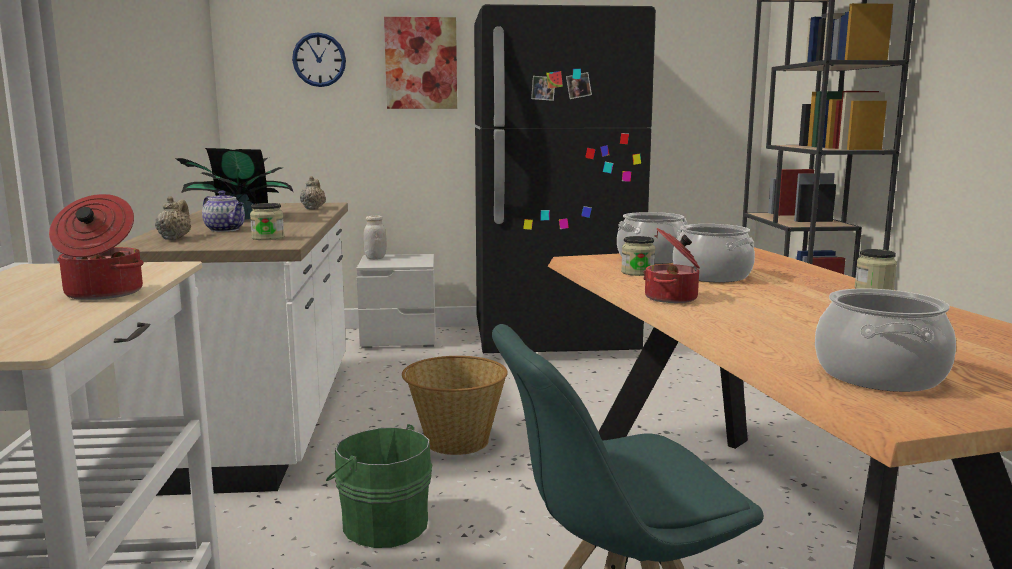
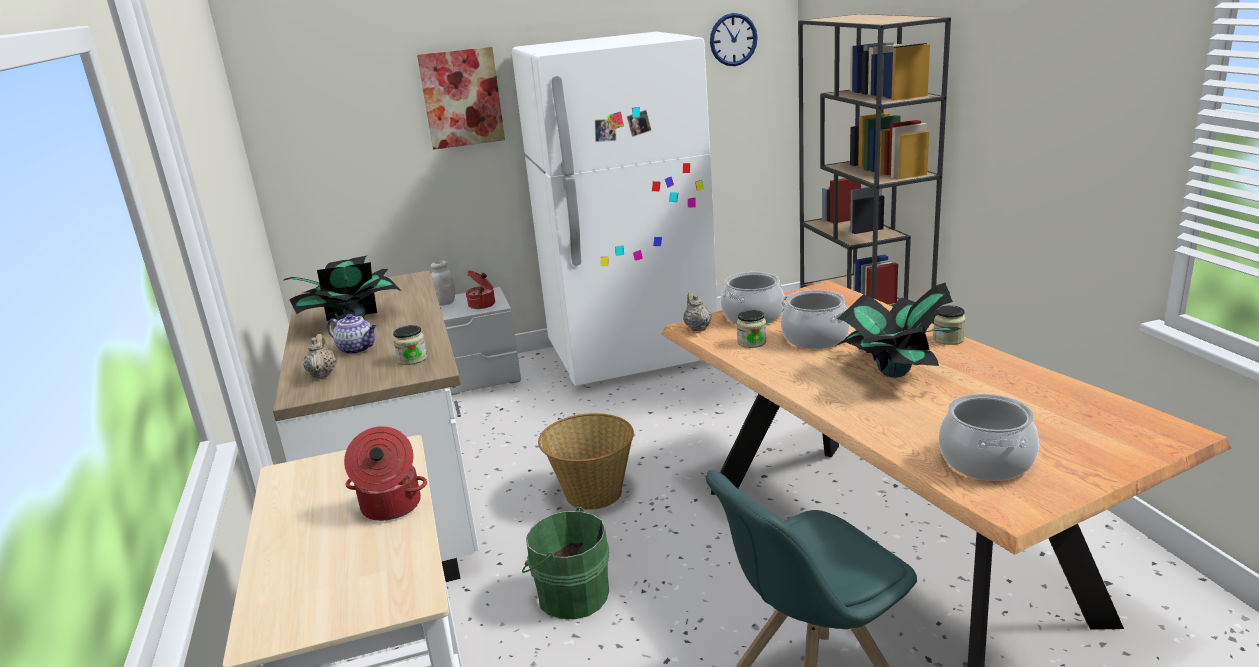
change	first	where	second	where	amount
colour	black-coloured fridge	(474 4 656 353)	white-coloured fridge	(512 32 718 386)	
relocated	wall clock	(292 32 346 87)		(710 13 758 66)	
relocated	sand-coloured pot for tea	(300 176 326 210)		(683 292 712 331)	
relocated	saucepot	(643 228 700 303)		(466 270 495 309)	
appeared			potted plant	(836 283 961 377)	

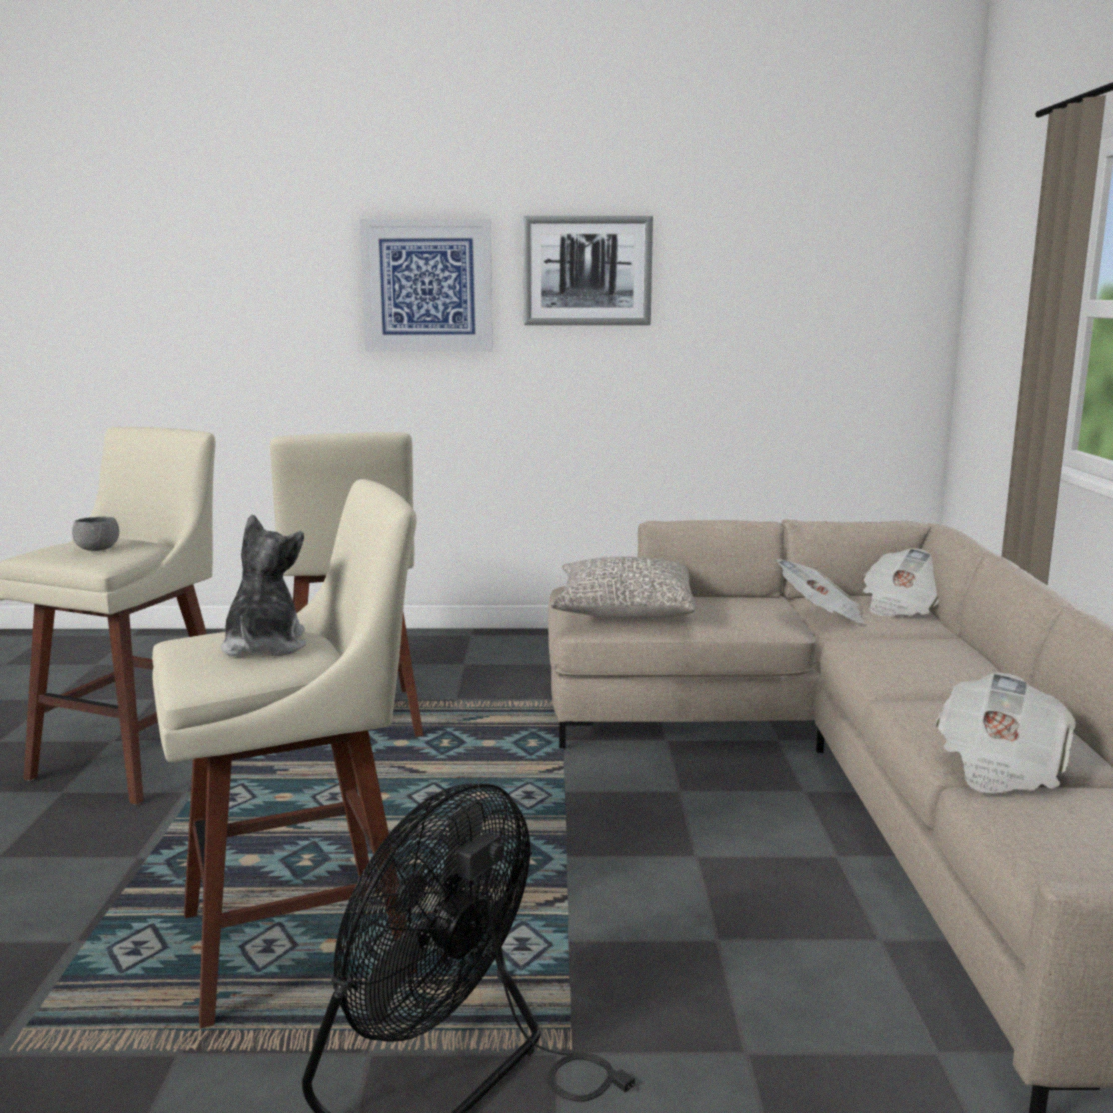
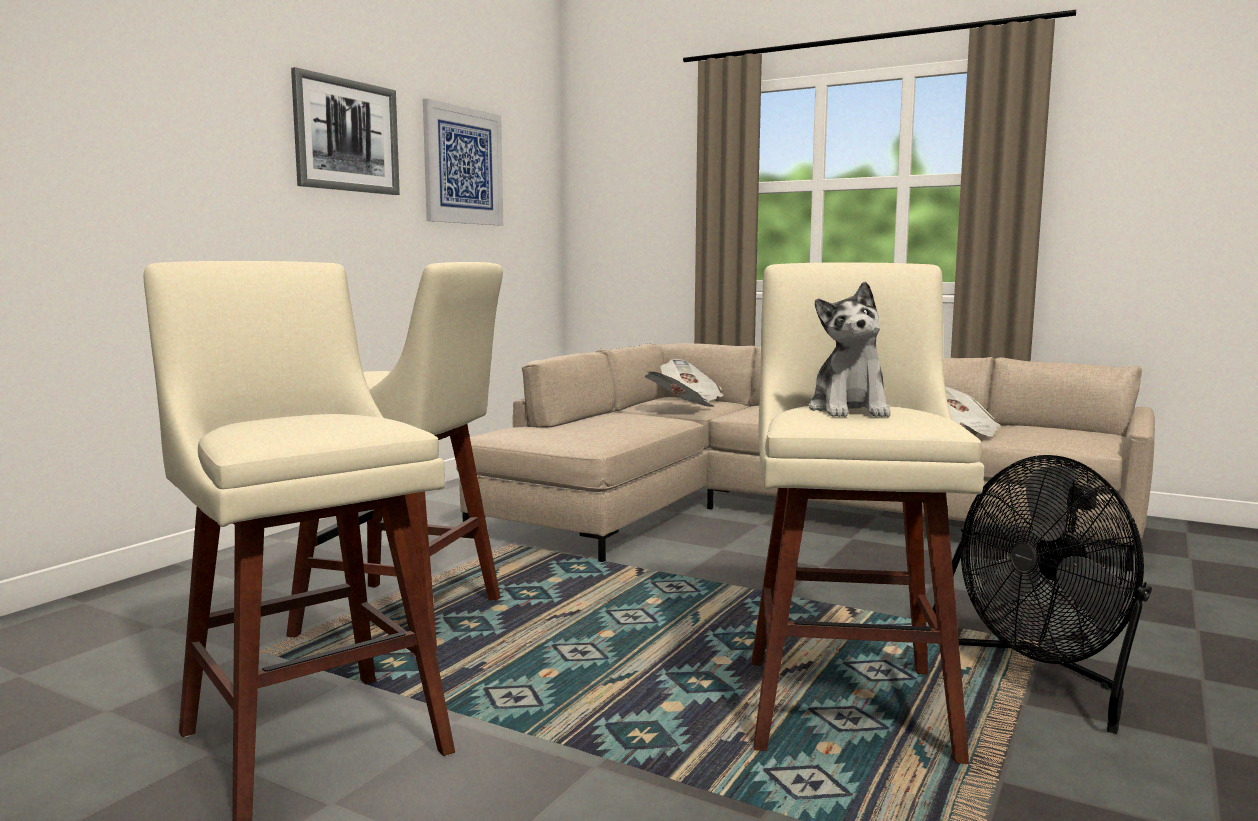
change	first	where	second	where	amount
relocated	picture	(359 219 493 352)		(423 99 503 225)	
spun	plush toy	(221 514 306 656)		(809 281 891 417)	120 degrees counterclockwise
missing	greyish bowl	(72 516 119 551)			
missing	greyish throw pillow	(551 557 696 618)			

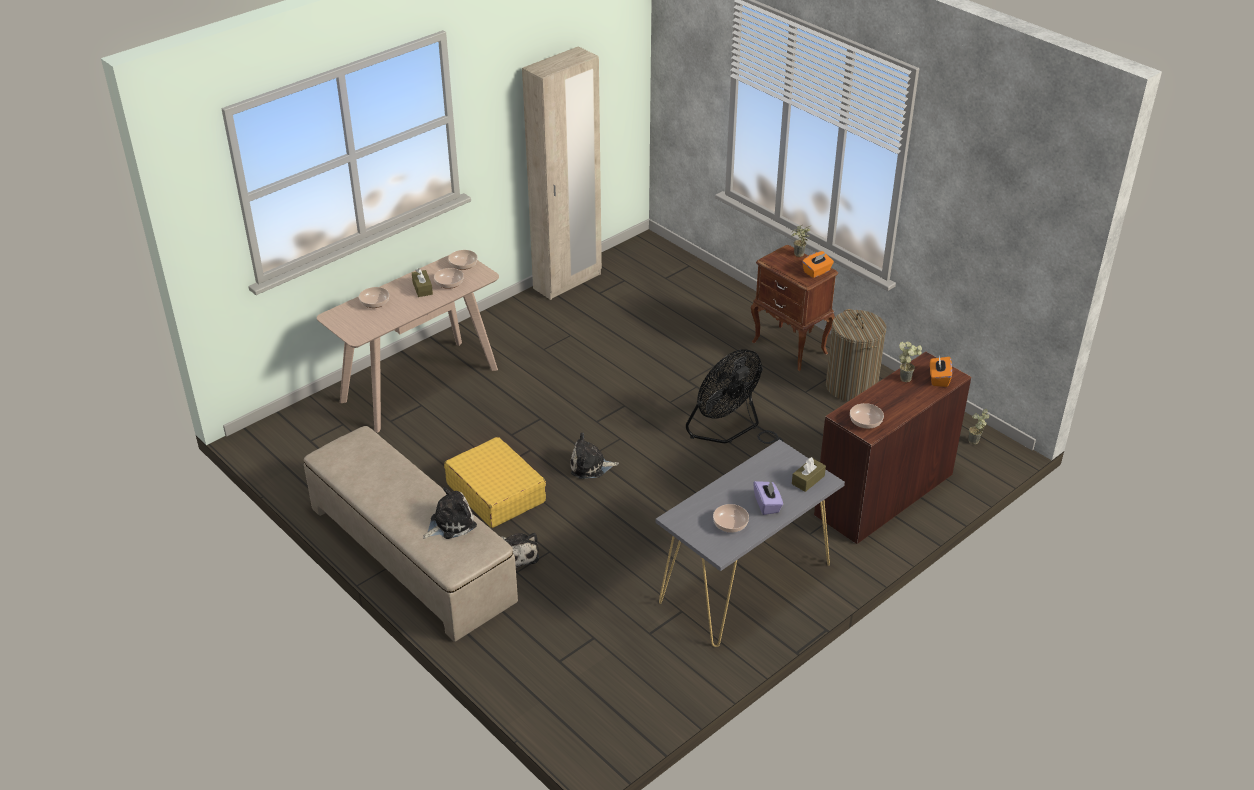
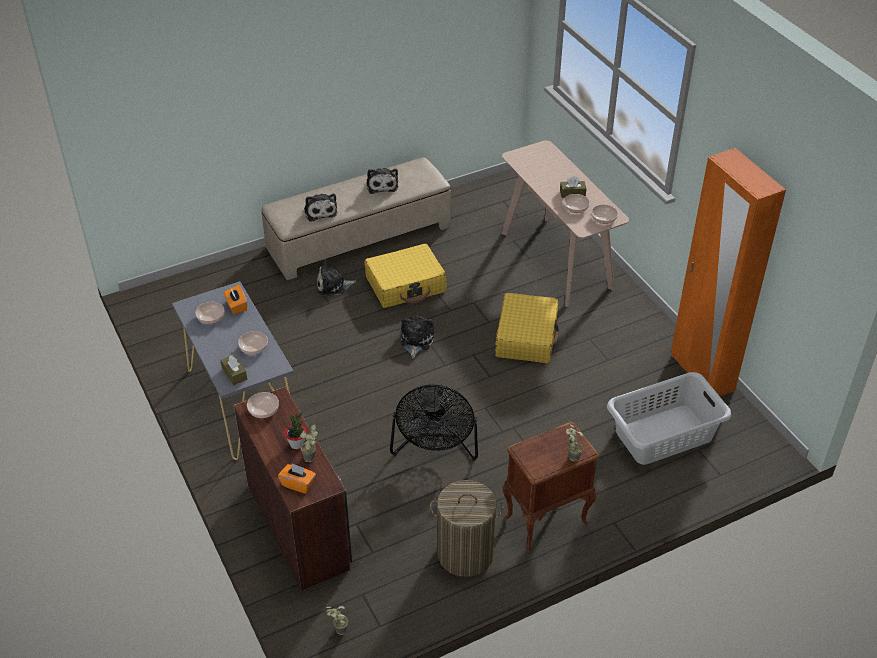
change	first	where	second	where	amount
colour	sand-coloured wardrobe	(522 46 602 300)	orangey wardrobe	(671 148 786 397)	
relocated	orangey tissue holder	(802 251 834 278)		(224 285 247 314)	
relocated	bowl	(359 287 389 308)		(238 331 268 354)	
spun	black-coloured cooling fan	(686 349 783 444)		(390 385 478 461)	120 degrees clockwise
missing	purplish tissue holder	(753 481 783 515)			
appeared			plush toy	(366 168 398 194)	
appeared			yellow piece of luggage	(495 293 559 363)	
appeared			greyish washing basket	(607 372 731 465)	
appeared			potted plant	(284 412 306 449)	

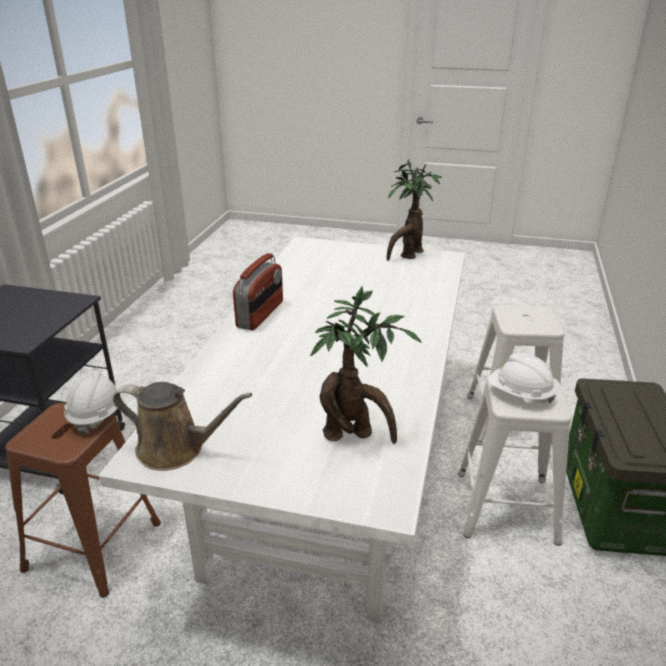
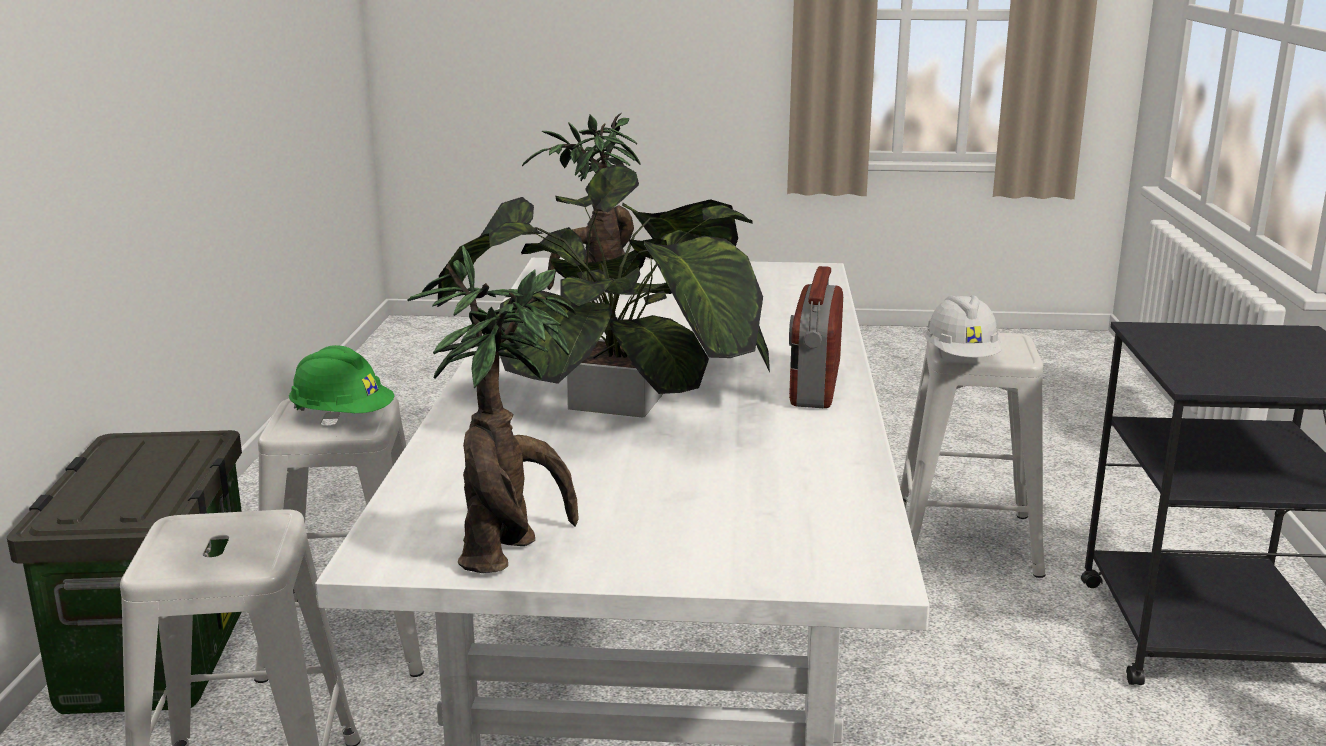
change	first	where	second	where	amount
colour	white-coloured safety helmet	(489 354 556 404)	green-coloured safety helmet	(289 345 395 413)	
missing	brownish watering pot	(113 382 252 471)			
colour	brownish stool	(5 403 161 598)	white-coloured stool	(900 333 1046 578)	
appeared			potted plant	(437 164 770 417)	

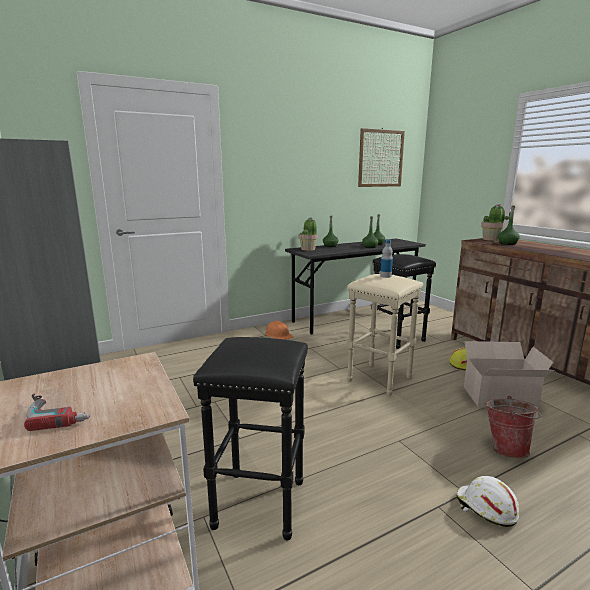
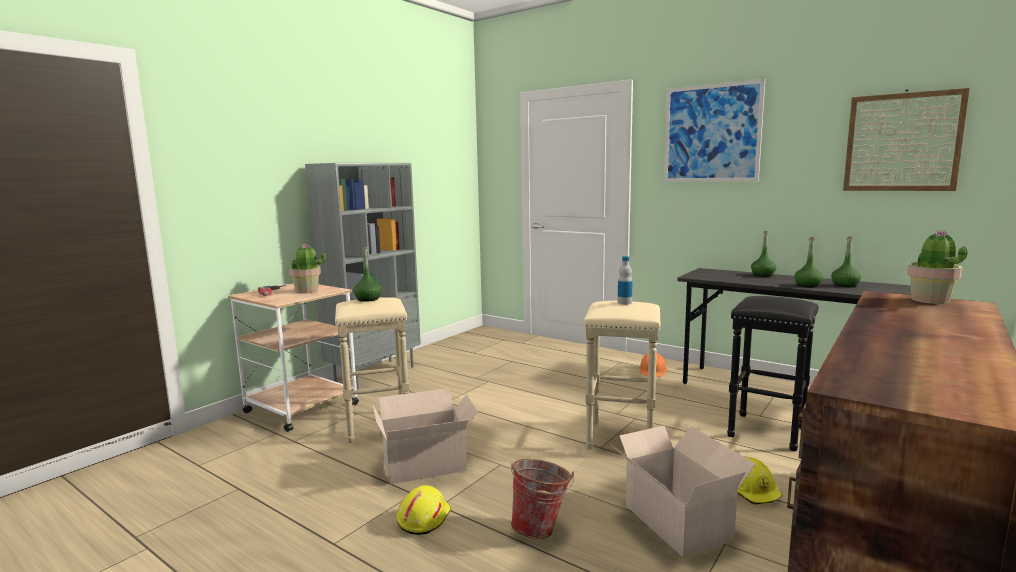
change	first	where	second	where	amount
relocated	green-coloured drink bottle	(498 206 520 245)		(353 247 382 302)	
relocated	potted plant	(299 218 318 251)		(289 243 326 294)	
colour	black-coloured stool	(193 337 308 540)	sand-coloured stool	(335 297 409 443)	
colour	white-coloured safety helmet	(456 476 519 527)	yellow safety helmet	(396 485 451 535)	
appeared			picture	(664 79 765 182)	
appeared			cardboard box	(372 388 478 484)	

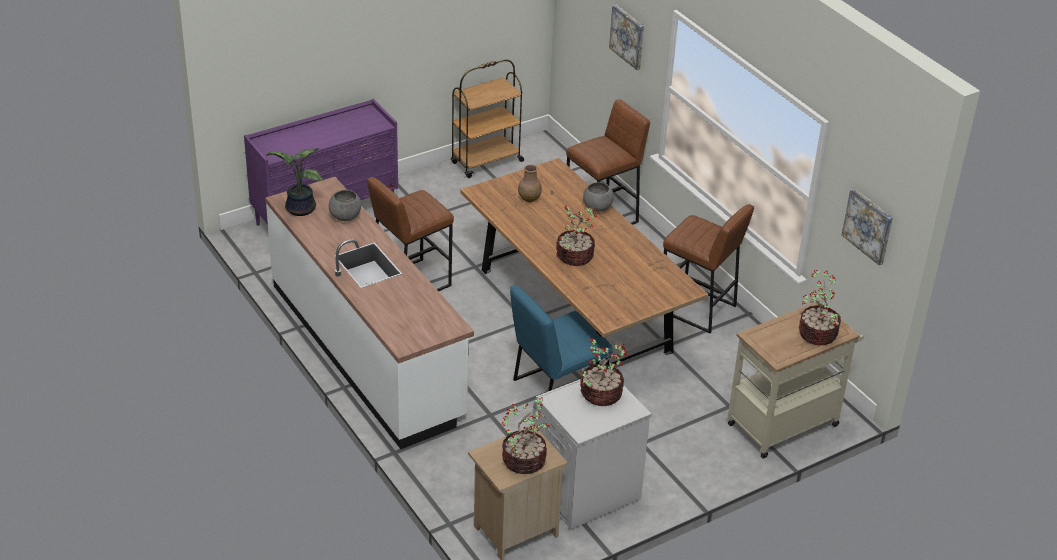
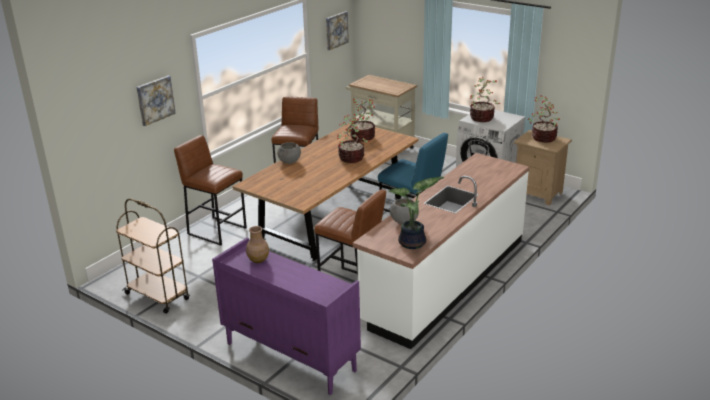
change	first	where	second	where	amount
relocated	brownish vase	(518 164 542 202)		(246 226 269 263)	
relocated	potted plant	(799 270 841 346)		(349 99 375 142)	

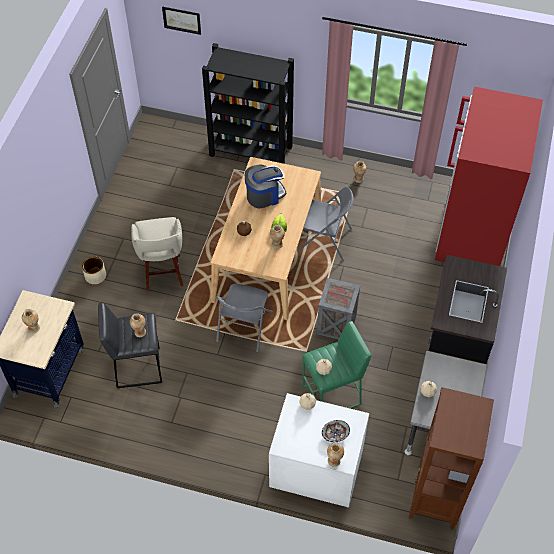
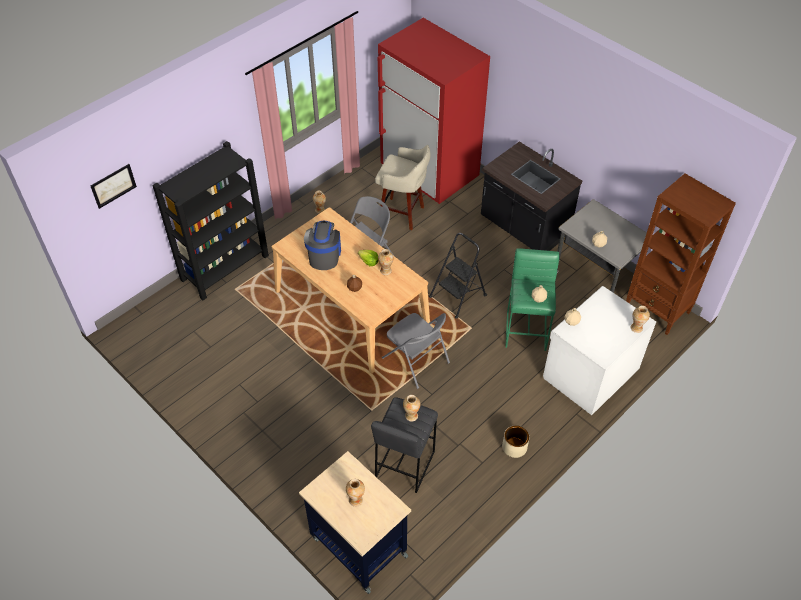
change	first	where	second	where	amount
relocated	sand-coloured stool	(131 217 183 291)		(375 145 430 231)	
relocated	sand-coloured planter	(82 256 106 284)		(502 425 529 458)	
exchanged	crate	(317 278 360 339)	black-coloured step ladder	(429 233 487 319)	
missing	bowl	(322 420 350 442)			

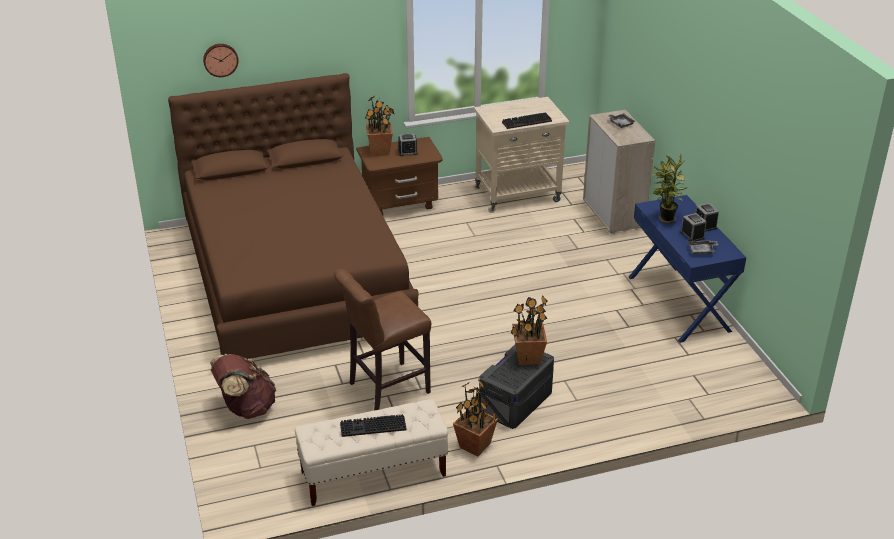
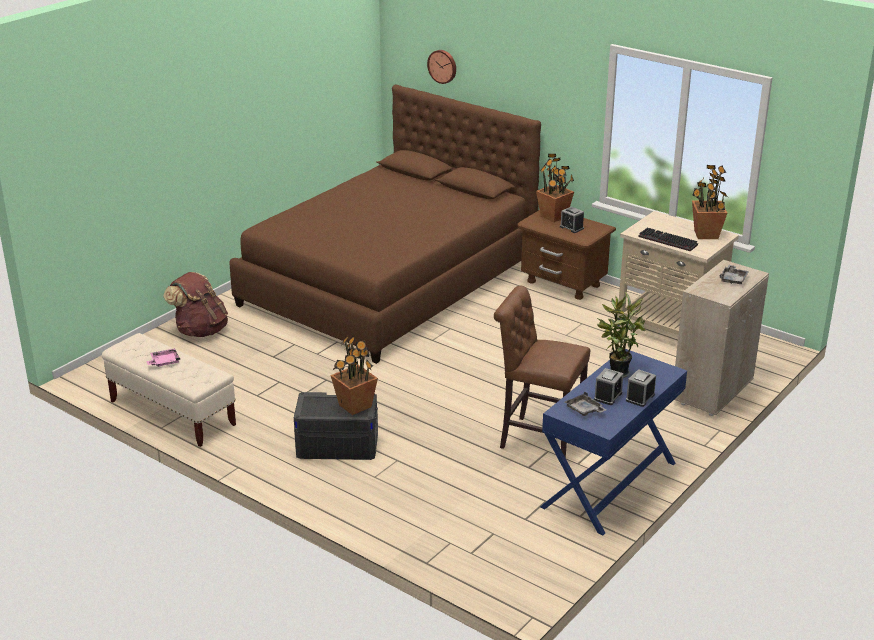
change	first	where	second	where	amount
relocated	brownish stool	(334 269 431 410)		(494 286 590 458)	
relocated	potted plant	(453 379 498 456)		(692 165 728 239)	
exchanged	PC keyboard	(340 414 407 437)	pink-coloured tray	(146 348 180 367)	

